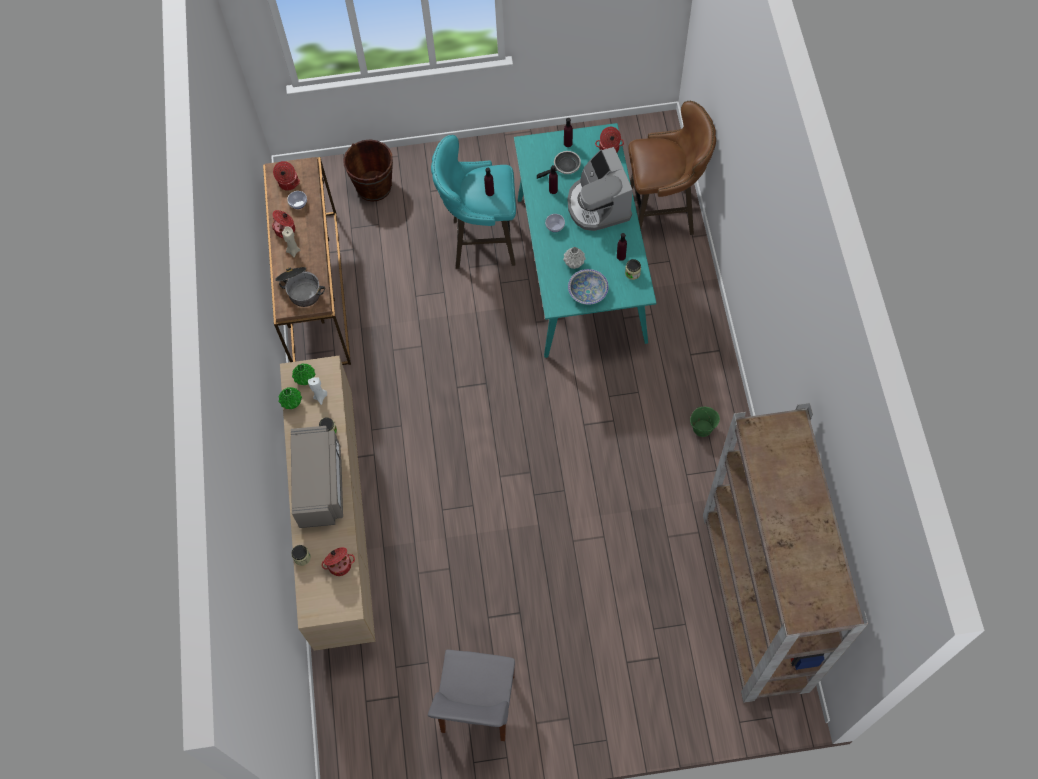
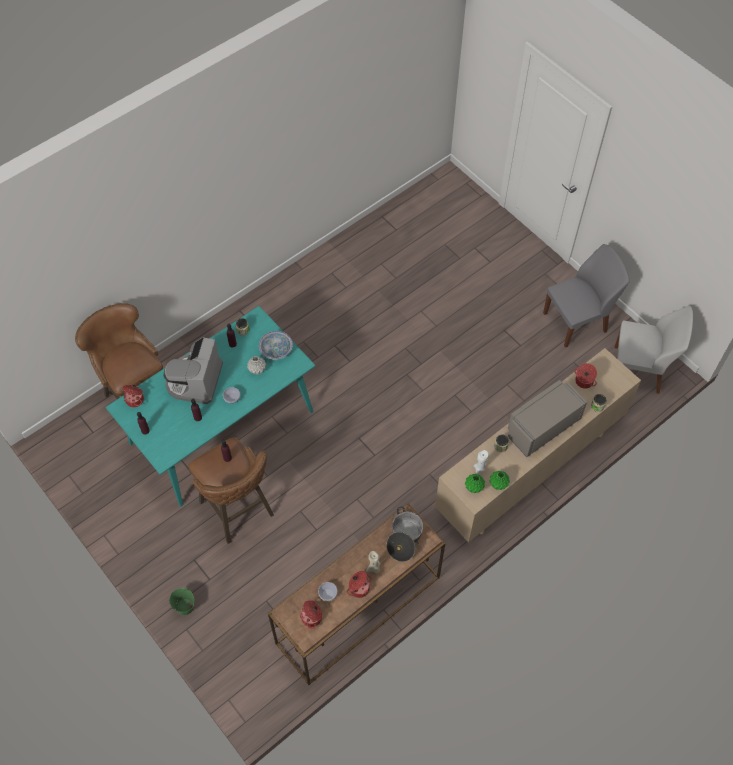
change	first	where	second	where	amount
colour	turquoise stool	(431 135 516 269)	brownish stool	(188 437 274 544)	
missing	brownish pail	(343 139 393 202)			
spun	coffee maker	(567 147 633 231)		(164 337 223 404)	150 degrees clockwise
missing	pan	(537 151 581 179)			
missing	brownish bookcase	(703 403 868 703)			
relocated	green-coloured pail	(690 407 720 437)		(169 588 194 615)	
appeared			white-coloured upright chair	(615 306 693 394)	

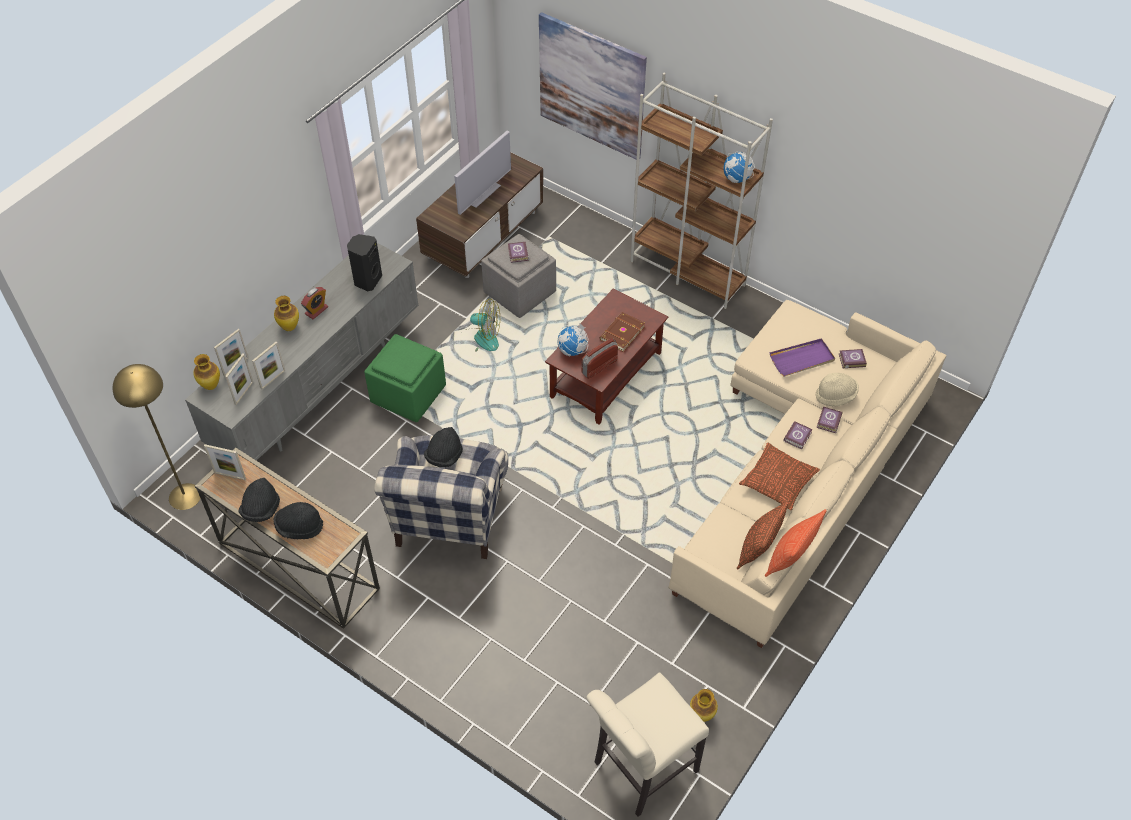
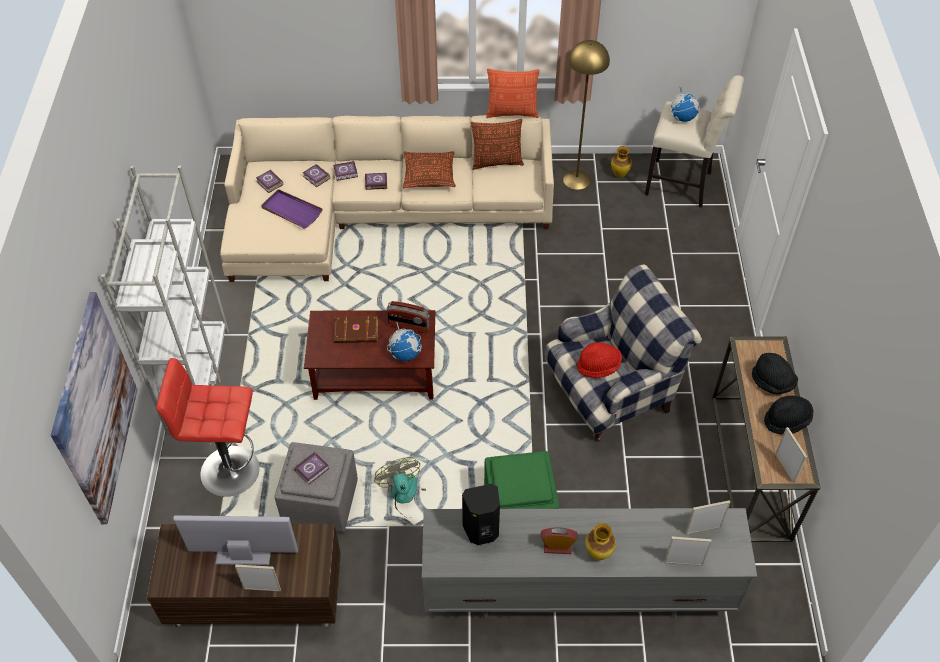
change	first	where	second	where	amount
colour	brownish bookcase	(631 73 773 309)	white-coloured bookcase	(101 166 229 435)	
relocated	world globe	(723 150 755 183)		(669 86 700 122)	
relocated	standing frame	(252 342 285 390)		(235 565 281 592)	
missing	vase	(193 354 220 390)			
relocated	yellow standing lamp	(113 364 201 510)		(563 40 610 190)	
exchanged	sand-coloured hat	(816 373 859 406)	book	(303 164 330 187)	
colour	black-coloured hat	(424 427 463 467)	red-coloured hat	(577 343 622 378)	
appeared			red-coloured stool	(156 358 260 497)	

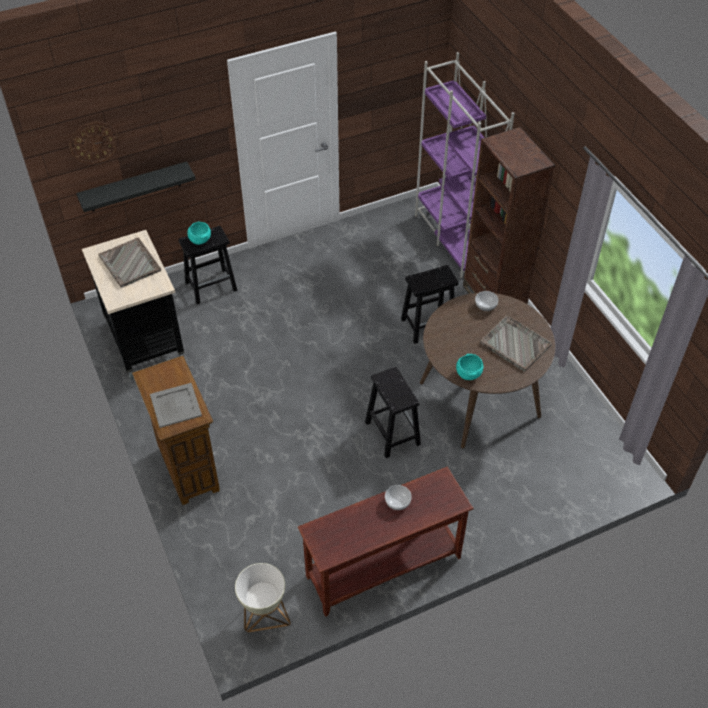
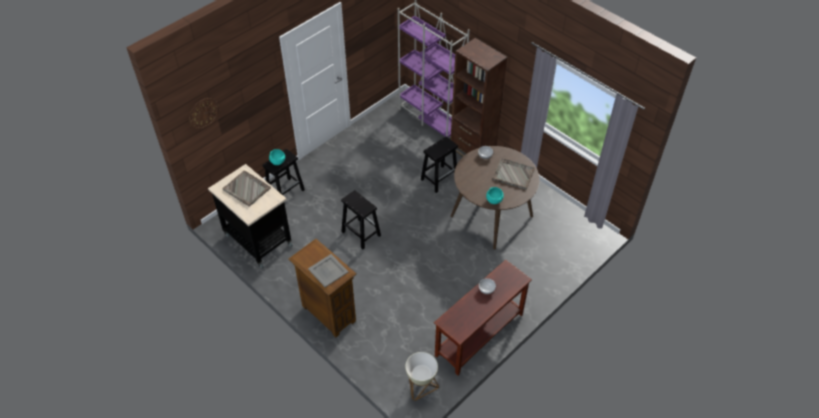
change	first	where	second	where	amount
missing	black-coloured wall shelf	(76 162 196 212)			
relocated	black-coloured stool	(365 367 421 458)		(341 190 381 250)	

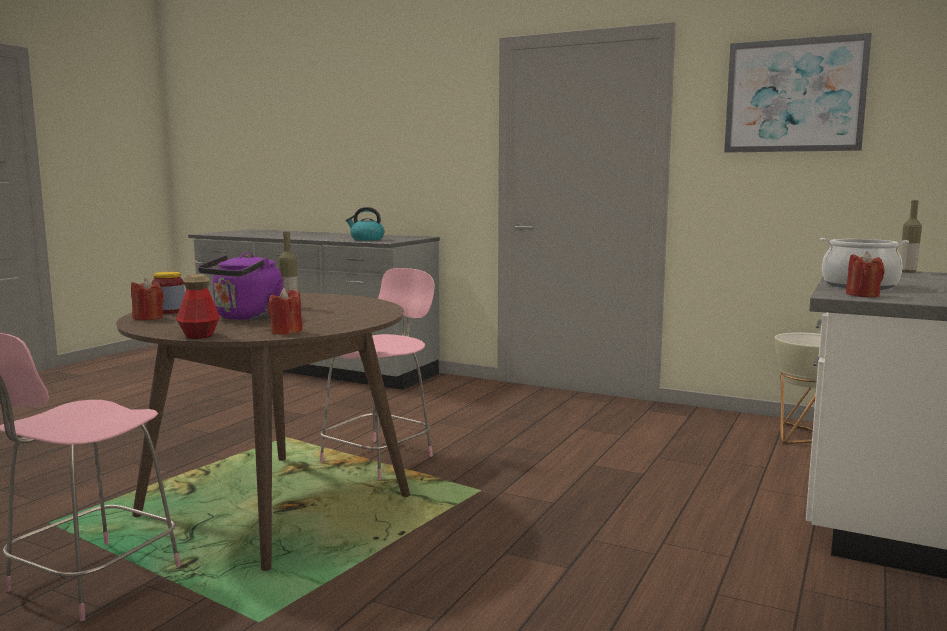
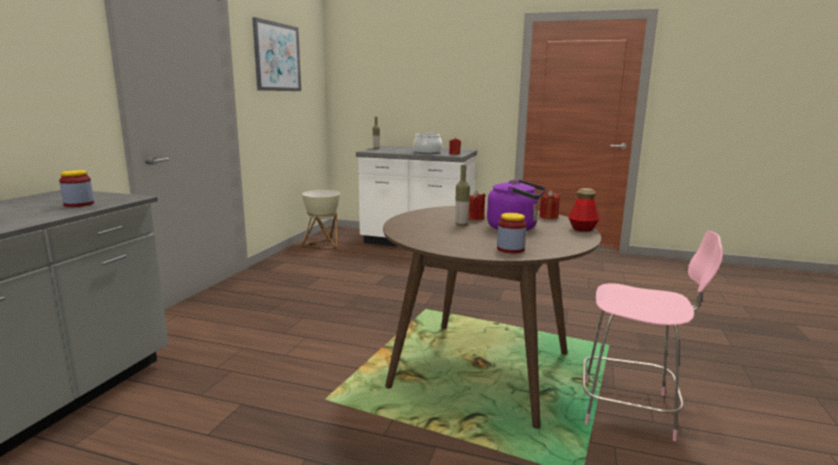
change	first	where	second	where	amount
exchanged	kettle	(346 207 385 241)	jar	(59 170 94 207)	
missing	pink-coloured stool	(320 268 435 480)			
relocated	red-coloured wax candle	(131 278 164 321)		(468 191 486 220)	

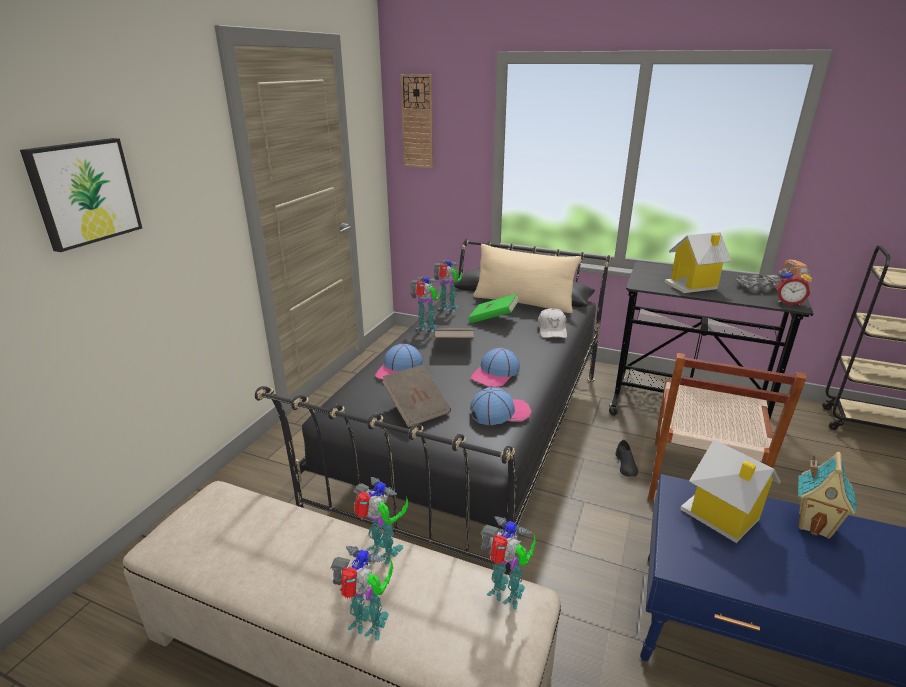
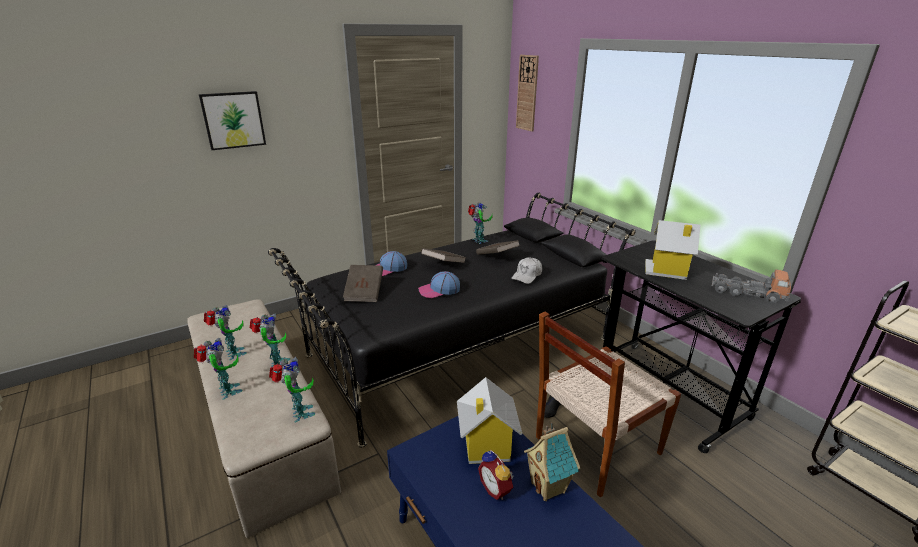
change	first	where	second	where	amount
missing	sand-coloured throw pillow	(473 244 581 313)			
relocated	bedside clock	(776 267 812 305)		(478 450 513 500)	
relocated	toy robot	(410 276 441 332)		(204 305 247 360)	
colour	green-coloured book	(469 294 520 323)	brownish book	(476 240 520 255)	
missing	cap	(470 387 532 425)			

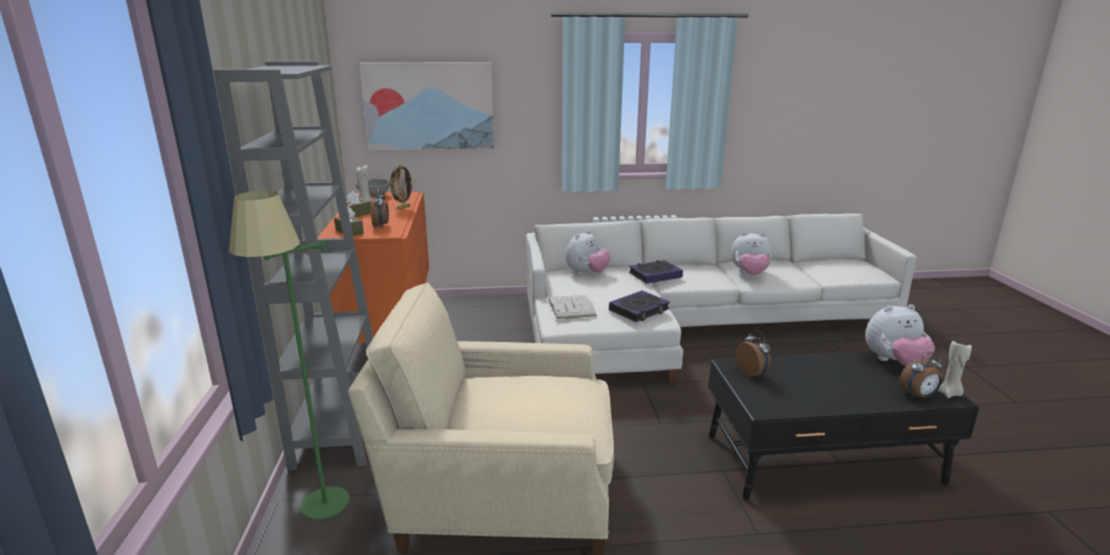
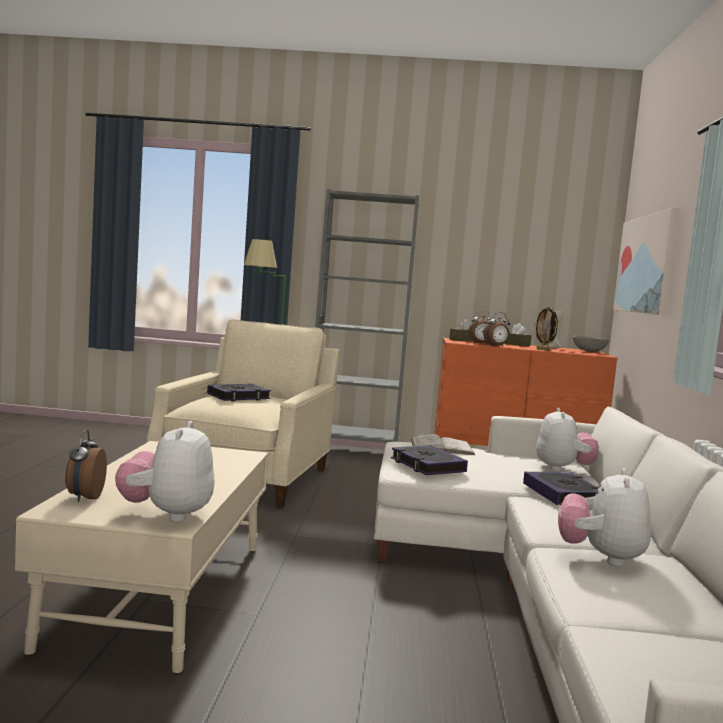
change	first	where	second	where	amount
spun	plush toy	(566 230 611 275)		(536 408 598 471)	135 degrees counterclockwise
relocated	bedside clock	(736 330 771 377)		(483 312 510 346)	
missing	sand-coloured wax candle	(937 341 972 398)			
colour	black-coloured coffee table	(708 351 980 500)	sand-coloured coffee table	(15 441 269 673)	
appeared			book	(207 384 271 401)	

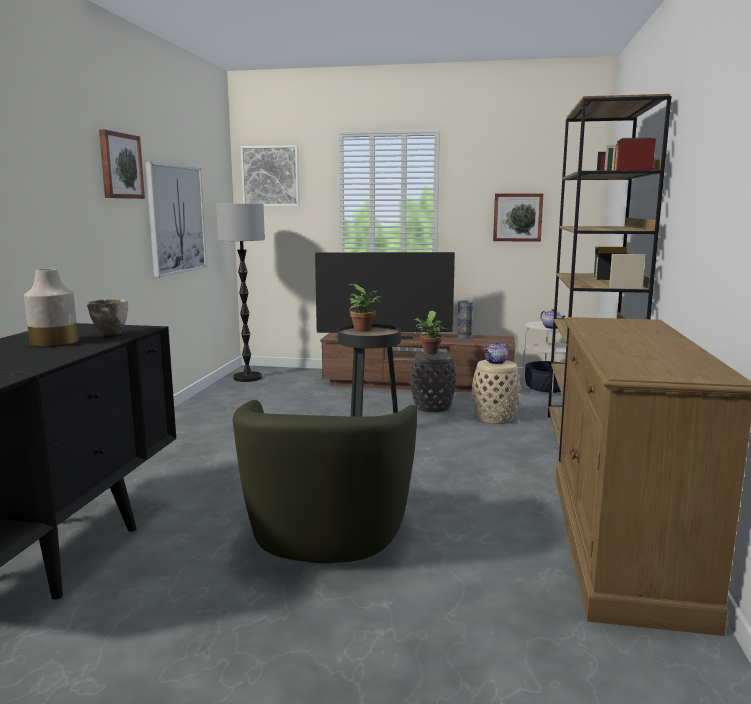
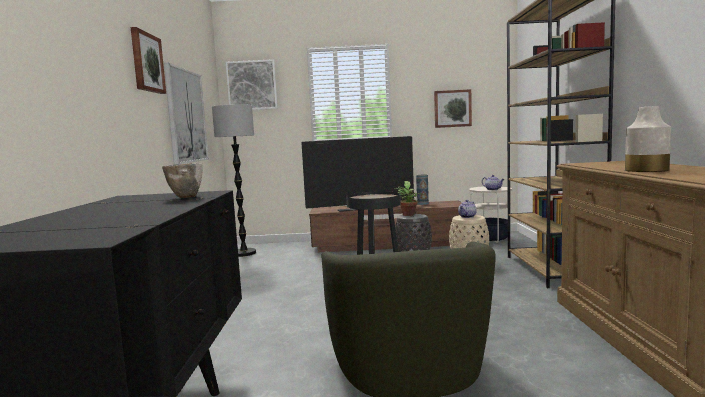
change	first	where	second	where	amount
relocated	sand-coloured vase	(24 269 79 347)		(625 106 671 172)	
missing	potted plant	(348 284 382 332)			

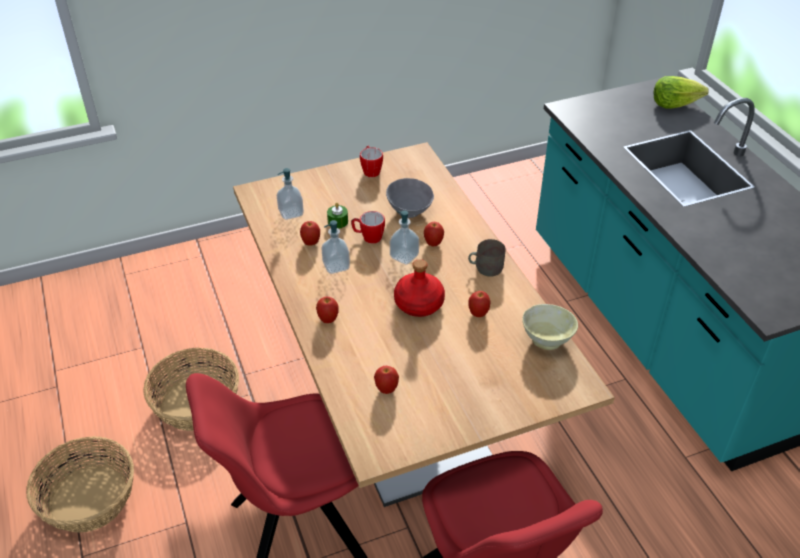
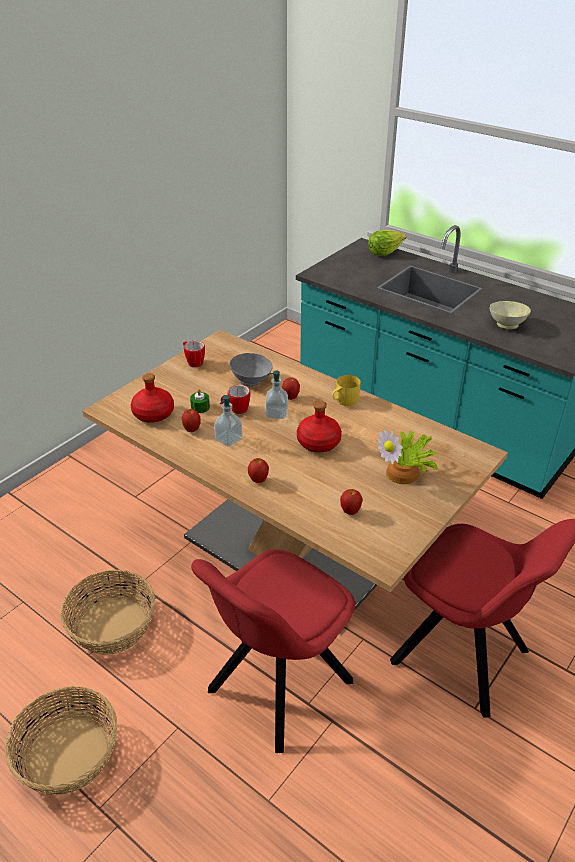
change	first	where	second	where	amount
exchanged	soap dispenser	(277 168 304 220)	red-coloured drink bottle	(131 373 174 423)	
colour	greyish tea mug	(468 239 506 277)	yellow tea mug	(332 375 361 406)	
missing	whole apple	(468 291 491 317)			
relocated	sand-coloured bowl	(522 304 578 350)		(489 301 531 329)	
appeared			potted plant	(377 429 438 484)	

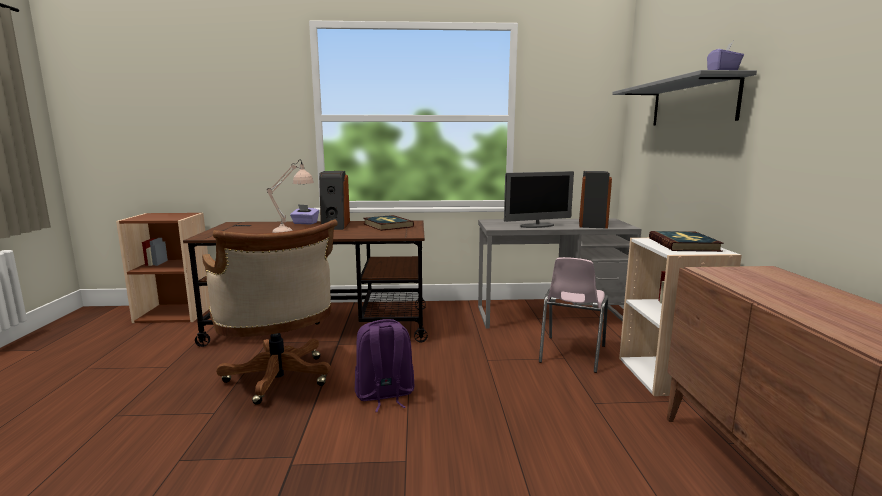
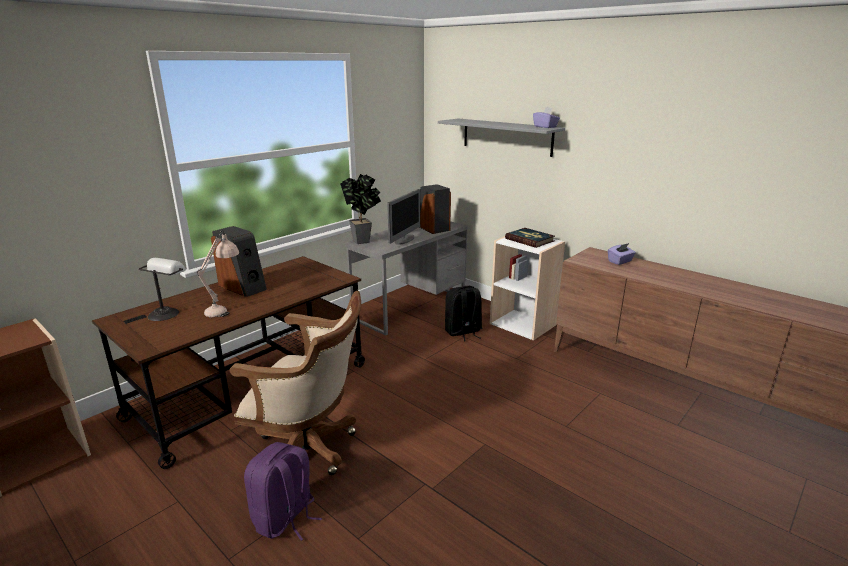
change	first	where	second	where	amount
relocated	purplish tissue holder	(290 204 319 224)		(608 243 636 265)	
missing	book	(363 215 414 231)			
exchanged	pink-coloured upright chair	(539 257 608 373)	black-coloured rucksack	(445 286 482 342)	
relocated	purplish rucksack	(355 319 415 412)		(244 442 322 541)	
appeared			potted plant	(340 174 381 244)	
appeared			table lamp	(139 258 186 321)	

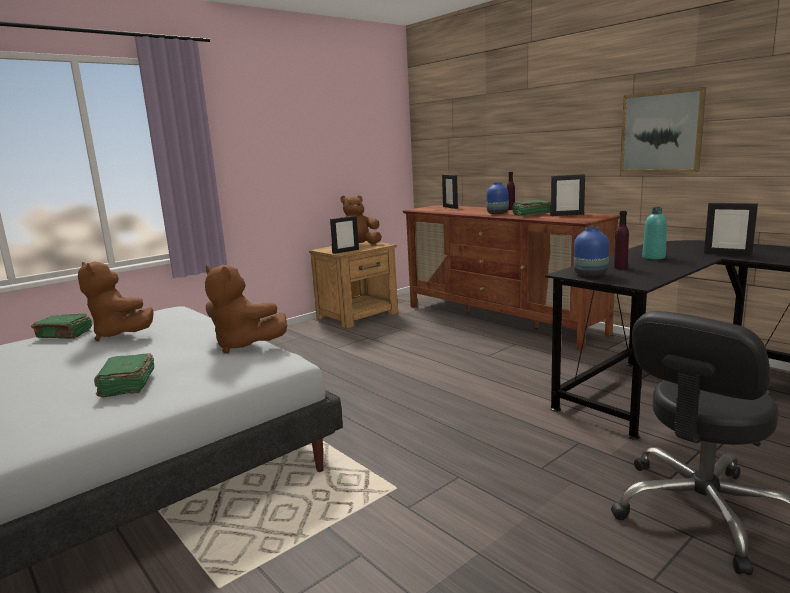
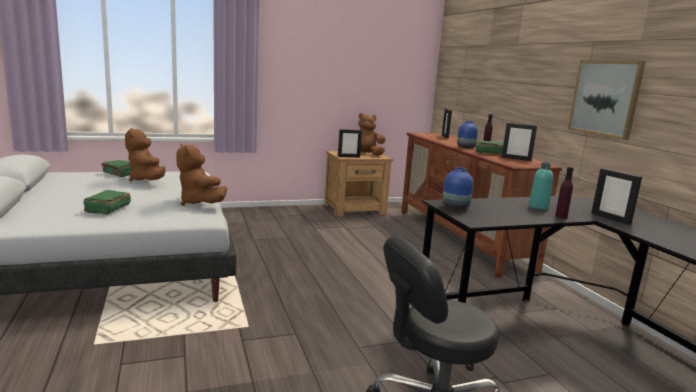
change	first	where	second	where	amount
relocated	purplish drink bottle	(614 211 629 269)		(555 167 574 219)	

